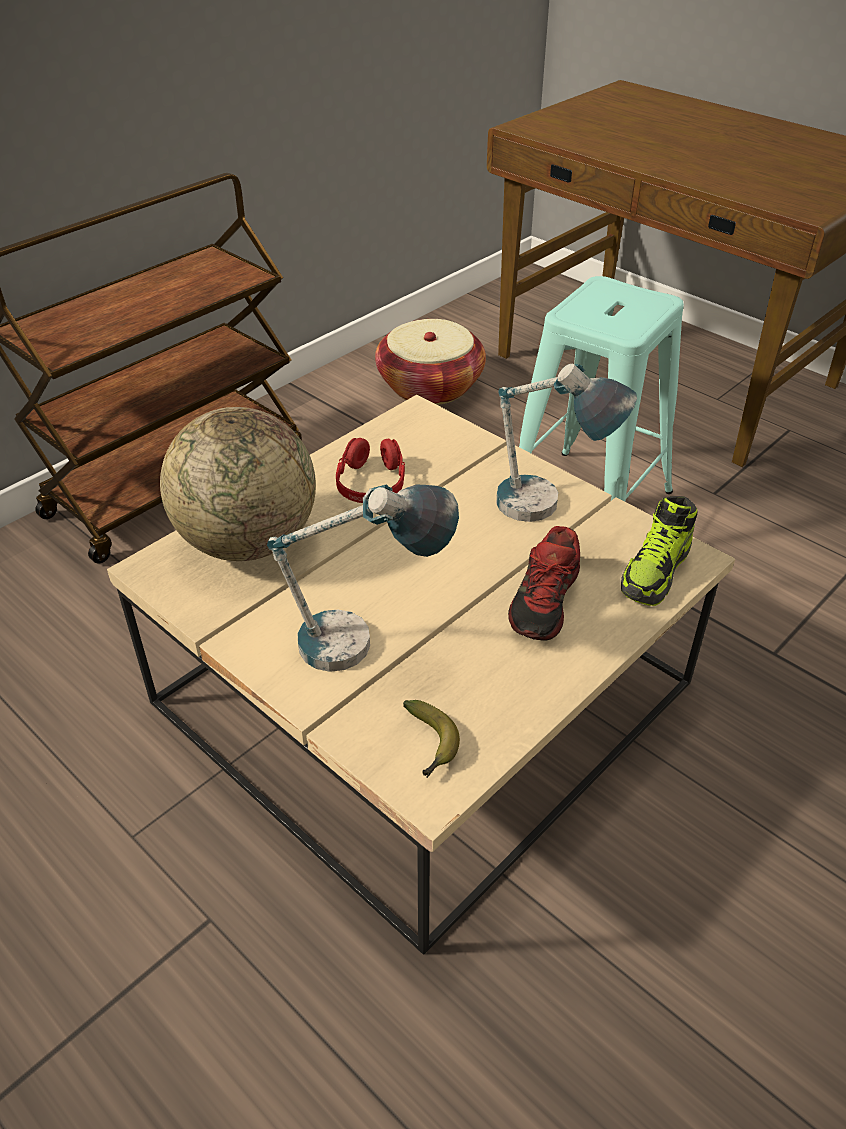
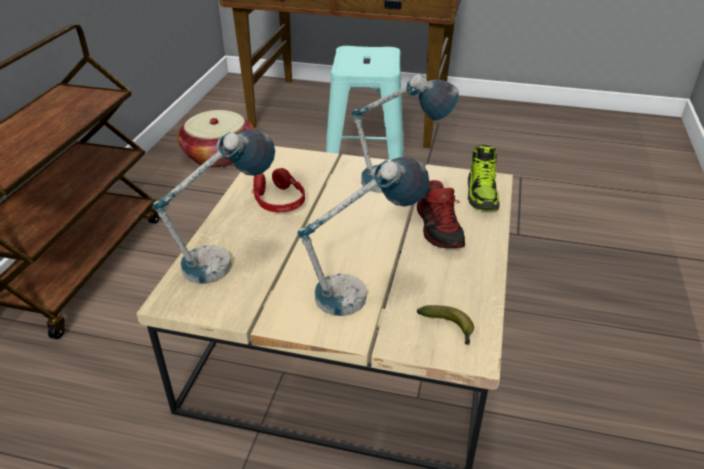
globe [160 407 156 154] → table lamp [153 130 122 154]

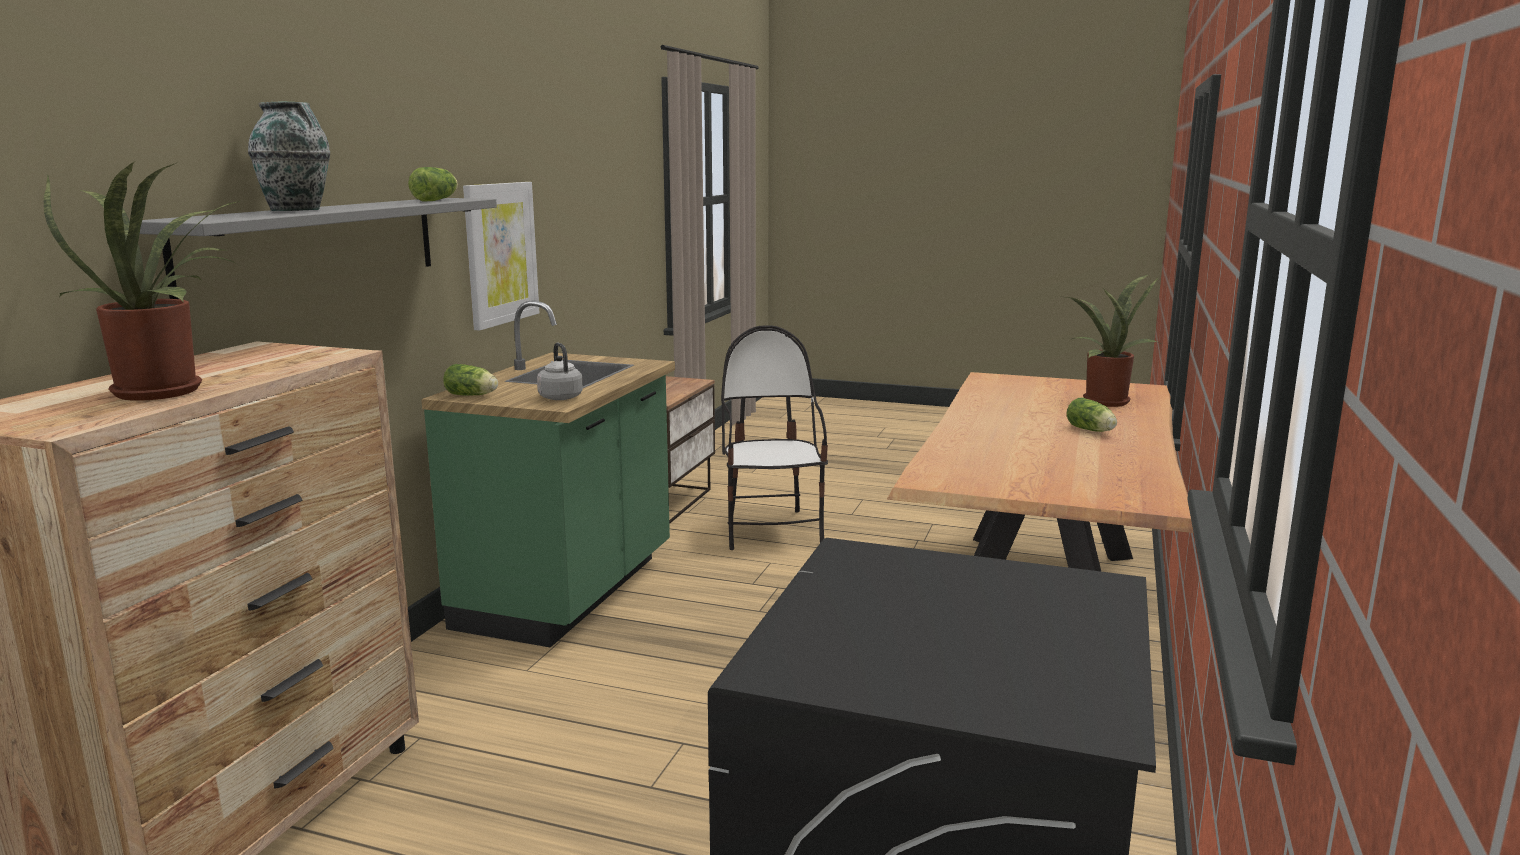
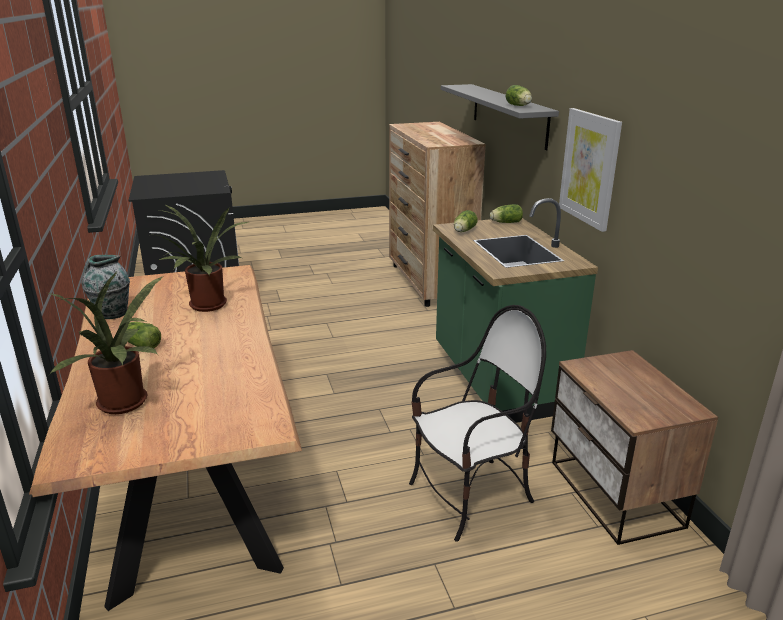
potted plant [44 162 196 239] → potted plant [155 205 93 107], shifted
vase [248 102 82 109] → vase [82 255 48 64], shifted
kettle/grey [537 343 46 57] → lettuce [454 210 24 22]
chair [721 325 107 225] → chair [409 305 137 237], 75 degrees counterclockwise

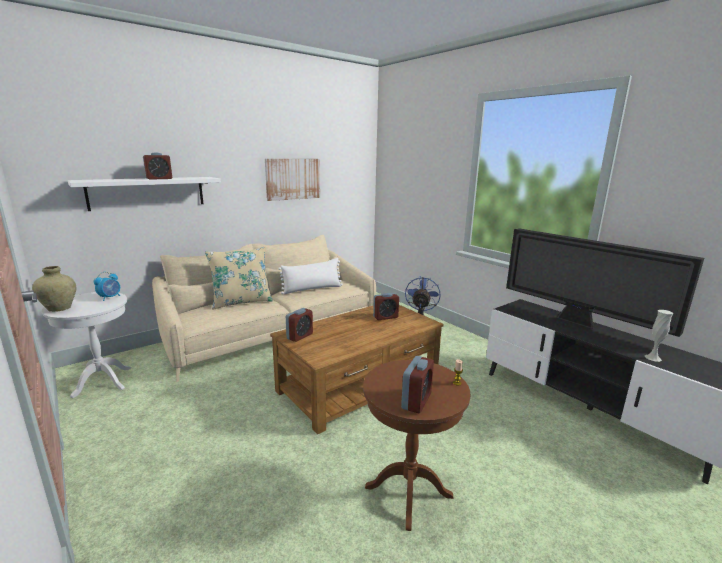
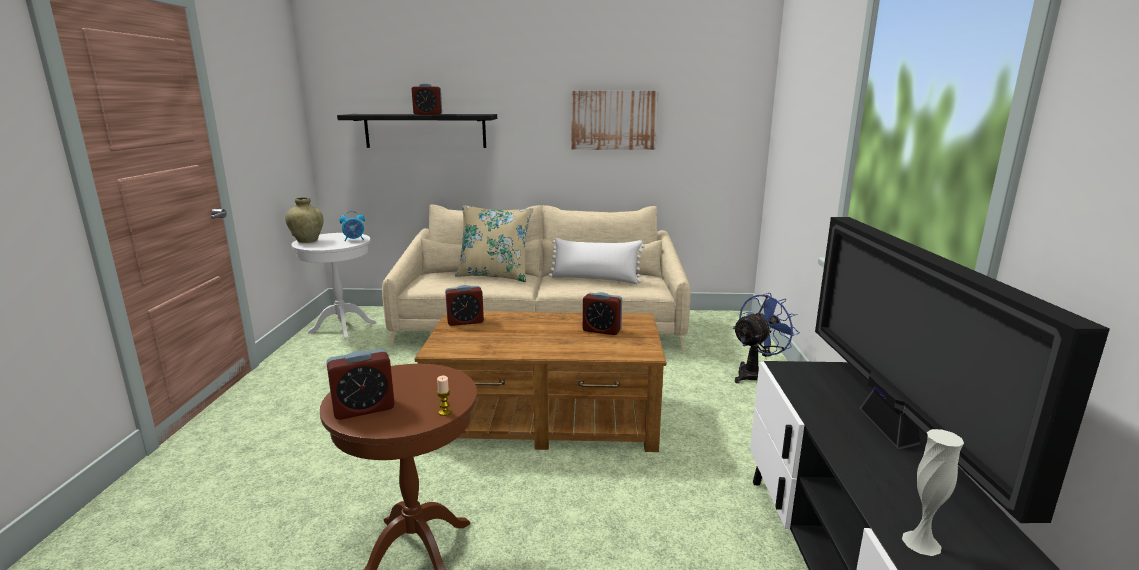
shelf/white [68 177 153 34] → shelf/black [337 114 160 34]

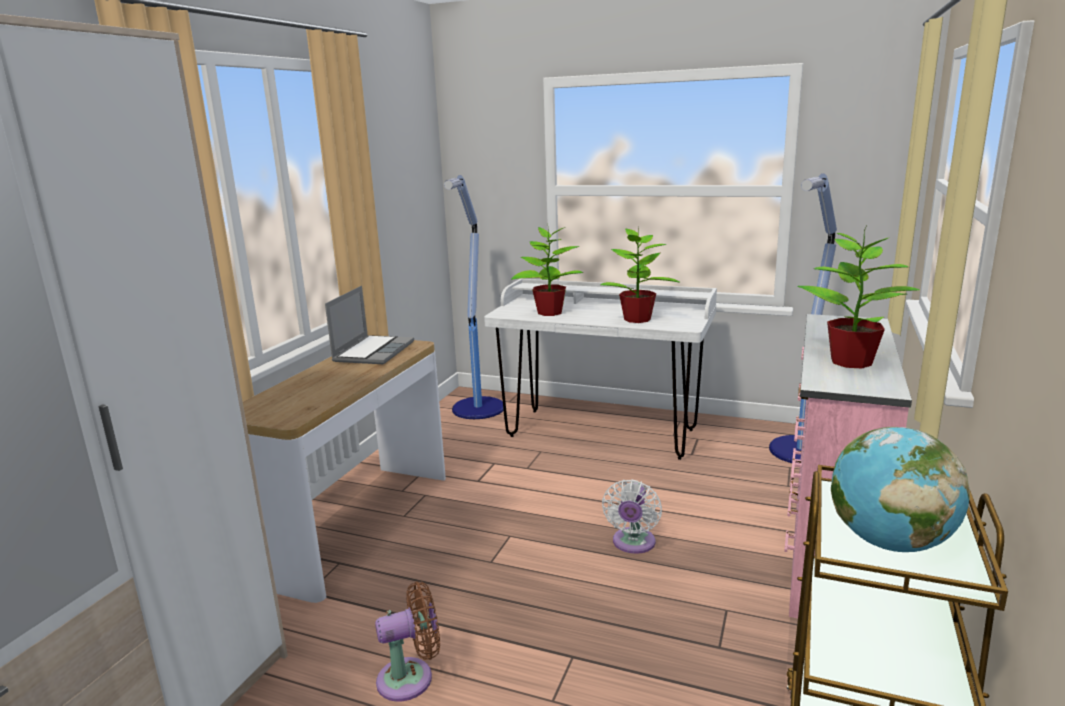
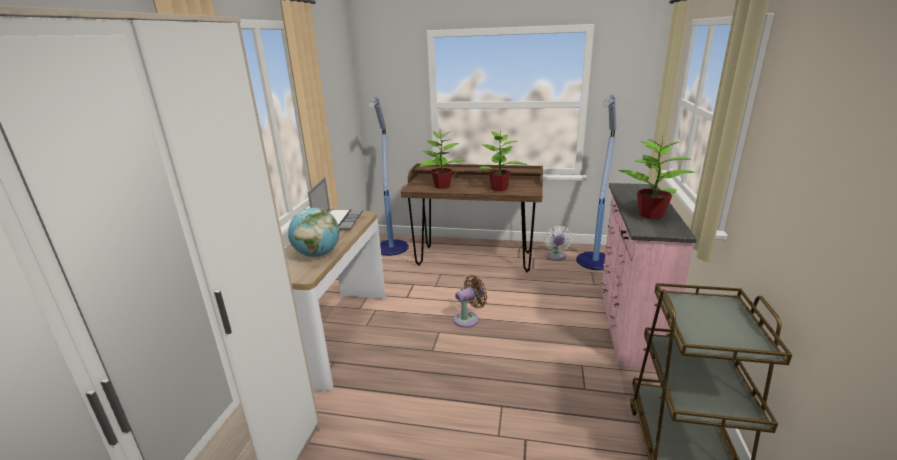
fan/brown [375 581 65 120] → fan/brown [454 275 33 53], shifted
desk/white [484 278 233 182] → desk/brown [401 163 142 110]
fan/white [602 479 60 75] → fan/white [544 226 29 35], shifted
globe [831 427 139 125] → globe [288 208 52 49], shifted

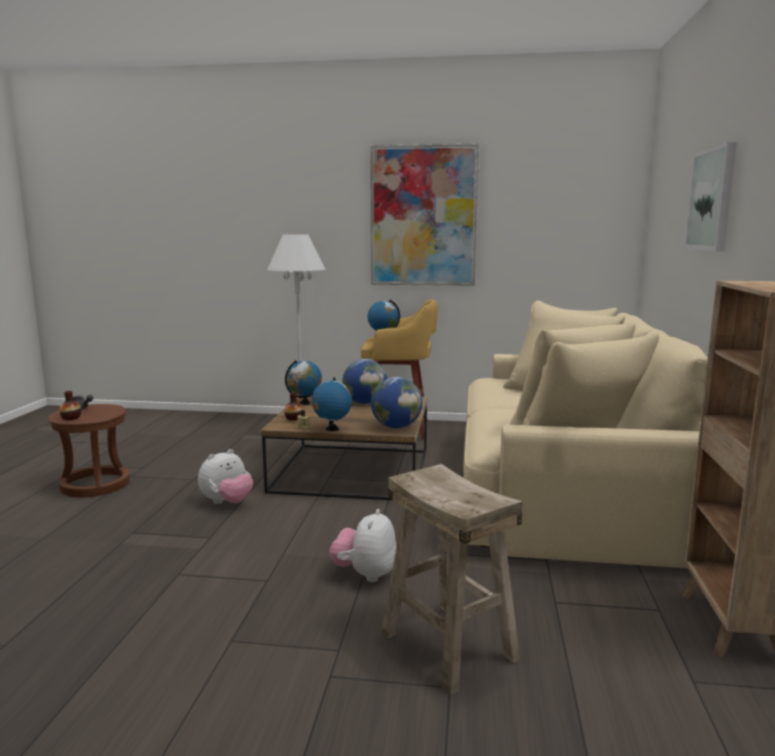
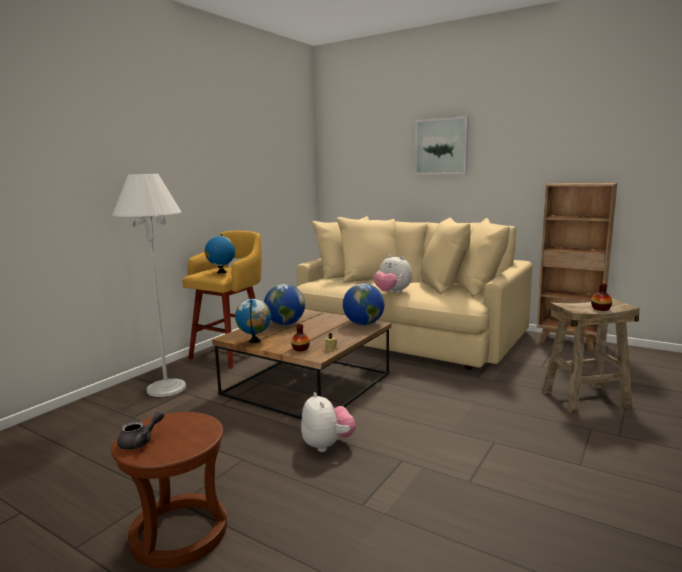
vase [59 391 22 29] → vase [591 283 21 28], shifted
globe [312 377 40 54] → -
plush toy [329 509 67 73] → plush toy [374 255 38 38], shifted
picture [370 143 109 143] → -

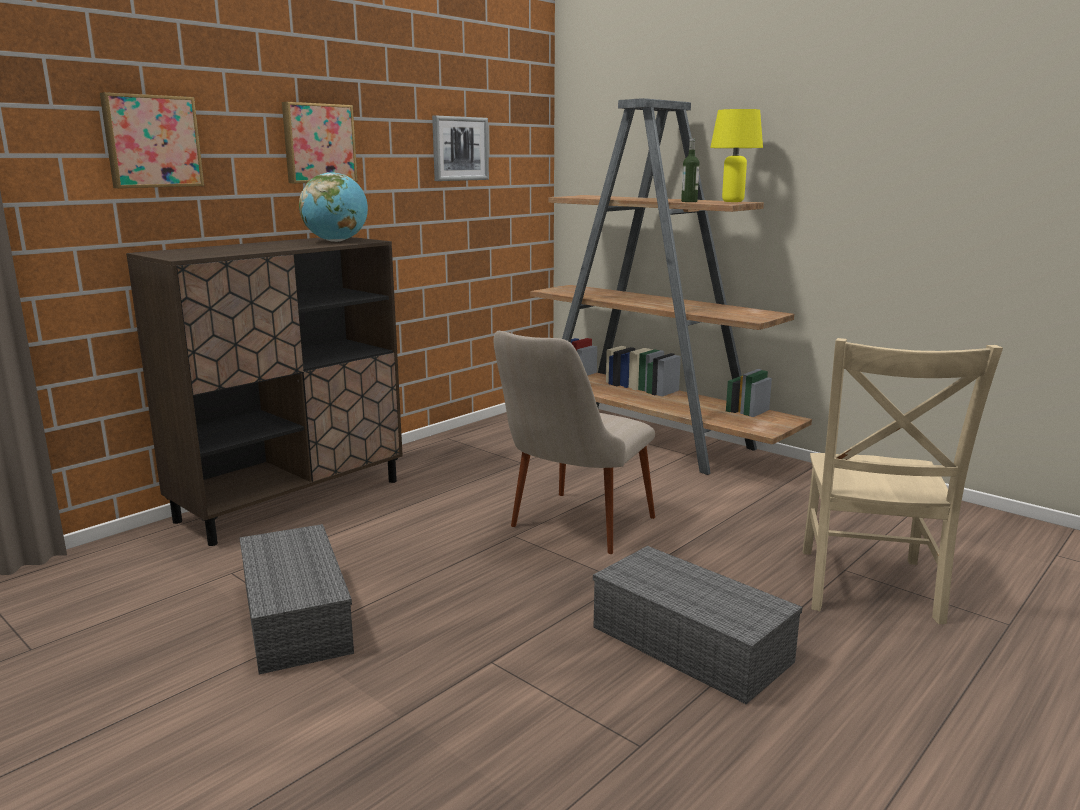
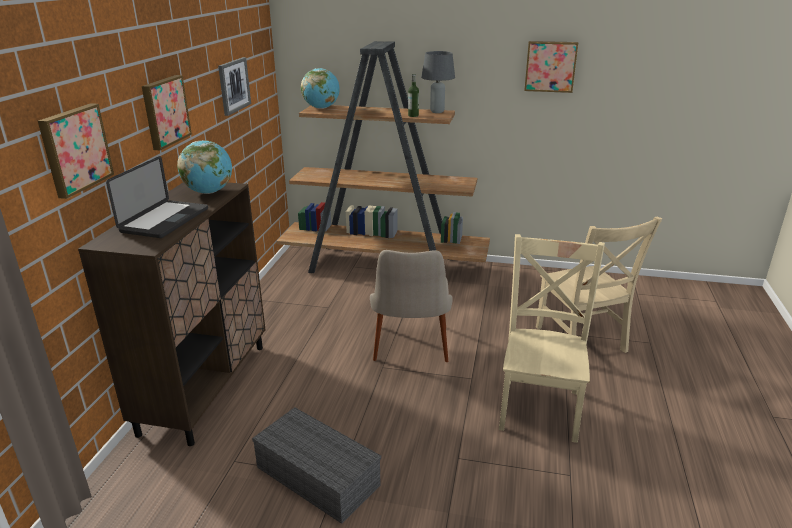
storage box/grey [593 546 209 158] → chair/beige [499 234 106 209]
table lamp/yellow [710 109 53 93] → table lamp/grey [421 51 34 62]
- → laptop [106 156 102 82]
- → globe [301 68 39 41]
- → picture [524 41 54 52]

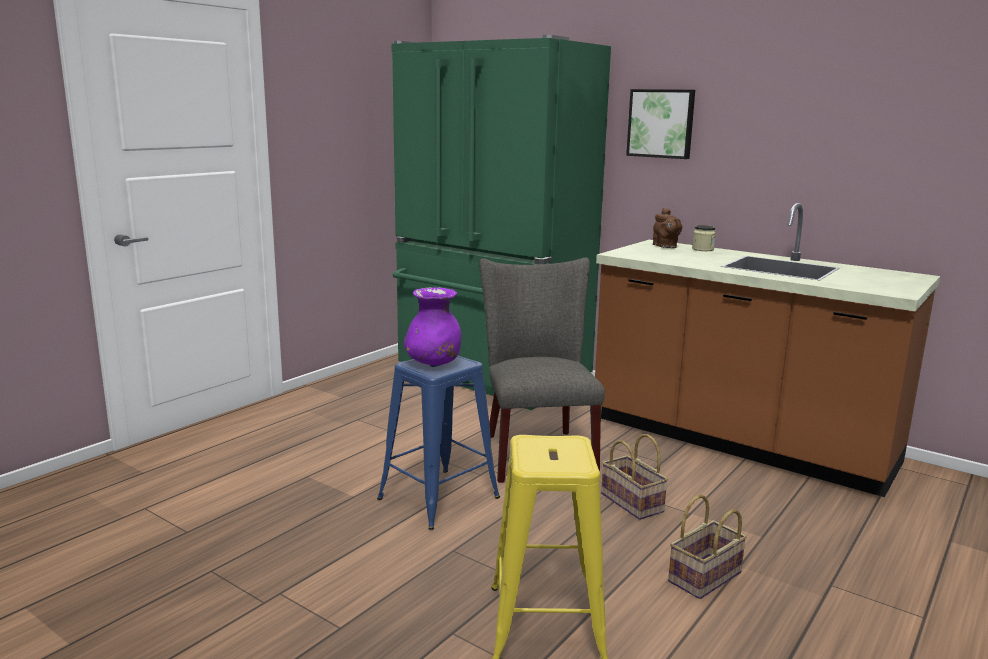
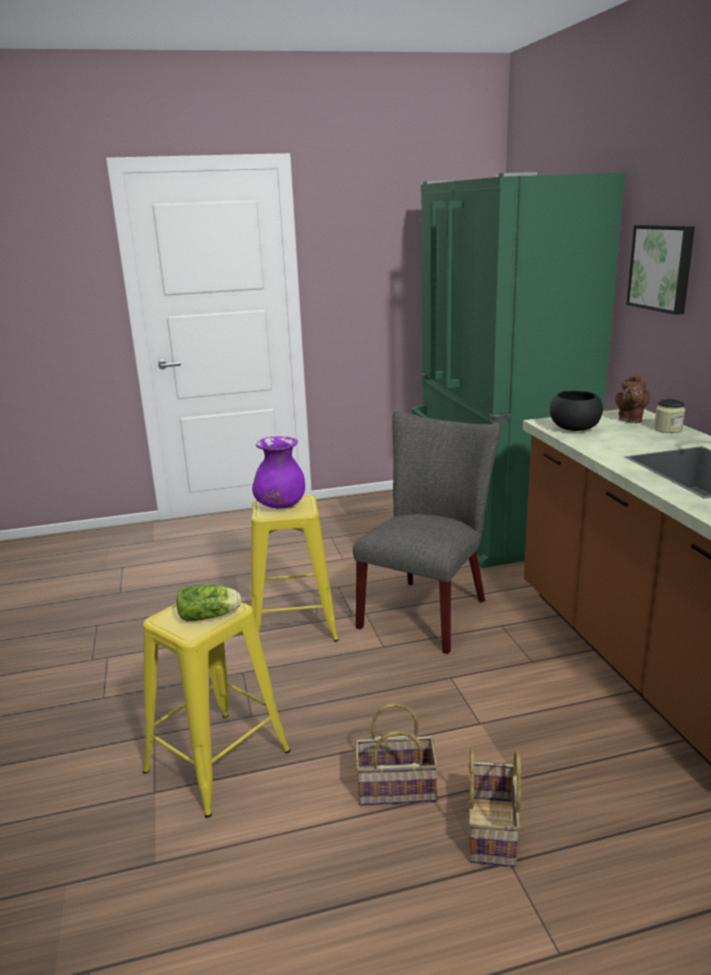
stool/blue [377 355 123 175] → stool/yellow [251 495 88 147]
basket [601 434 67 86] → basket [469 747 52 120], shifted
- → lettuce [177 585 64 36]
- → bowl/black [550 391 53 40]

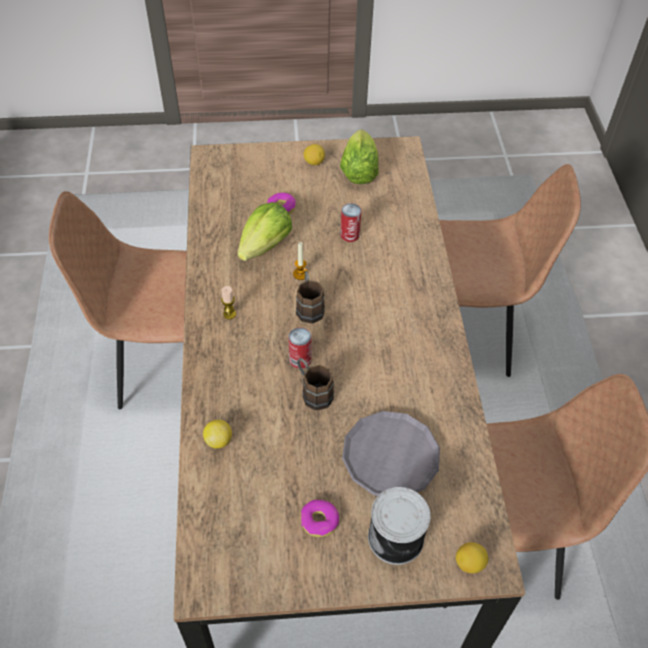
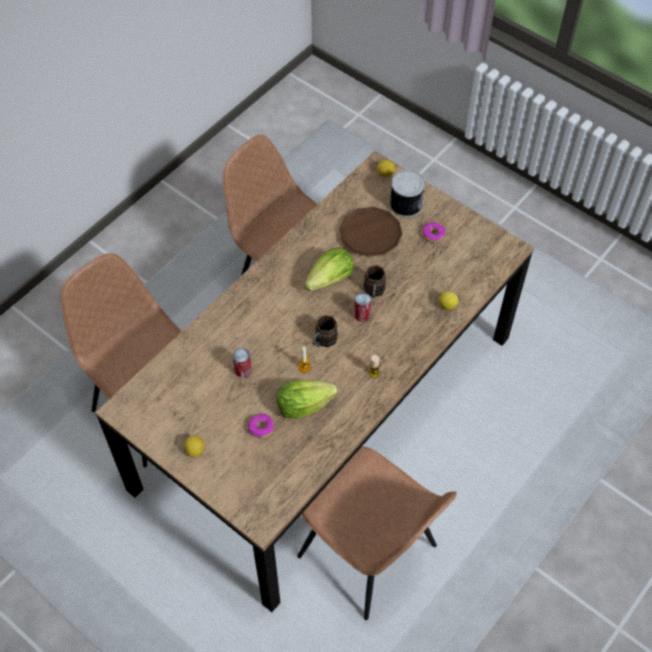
lettuce [340 129 39 55] → lettuce [305 247 49 44], shifted
plate/grey [342 411 98 85] → plate/brown [339 207 63 50]

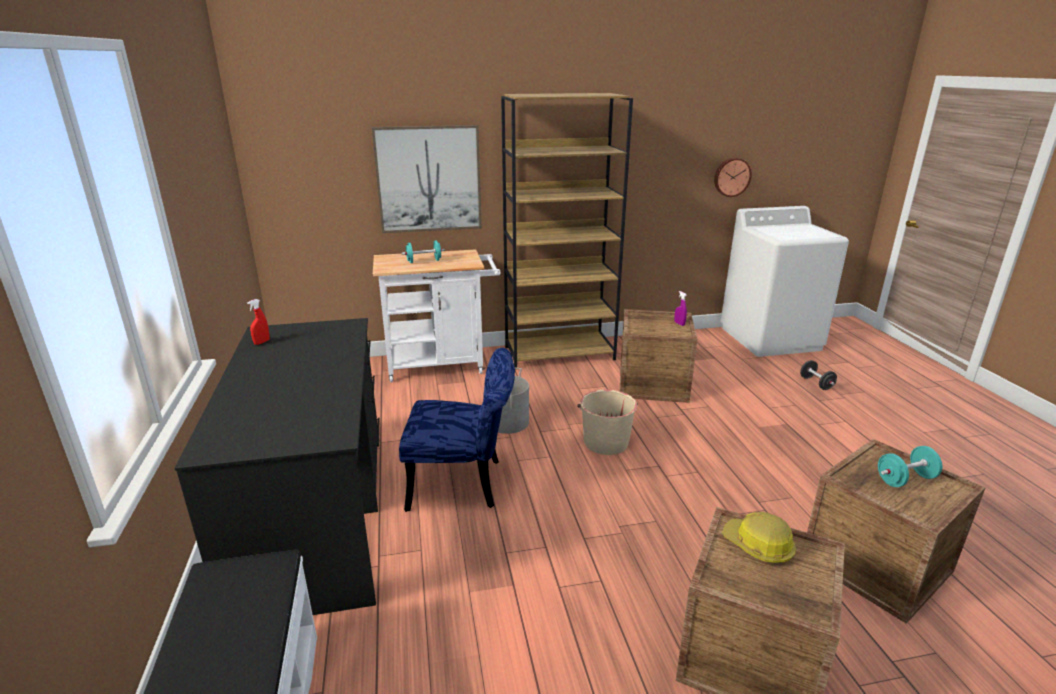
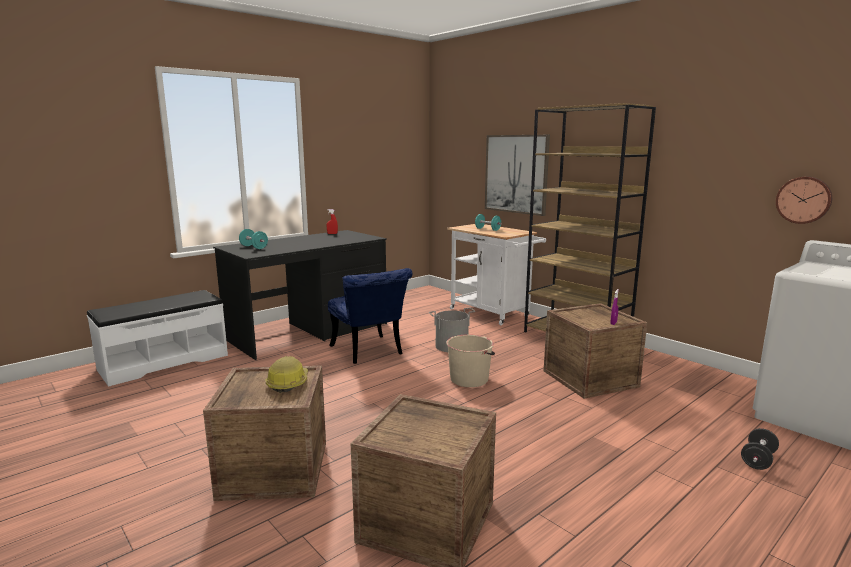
dumbbell/turquoise [878 446 64 41] → dumbbell/turquoise [239 229 29 20], shifted

